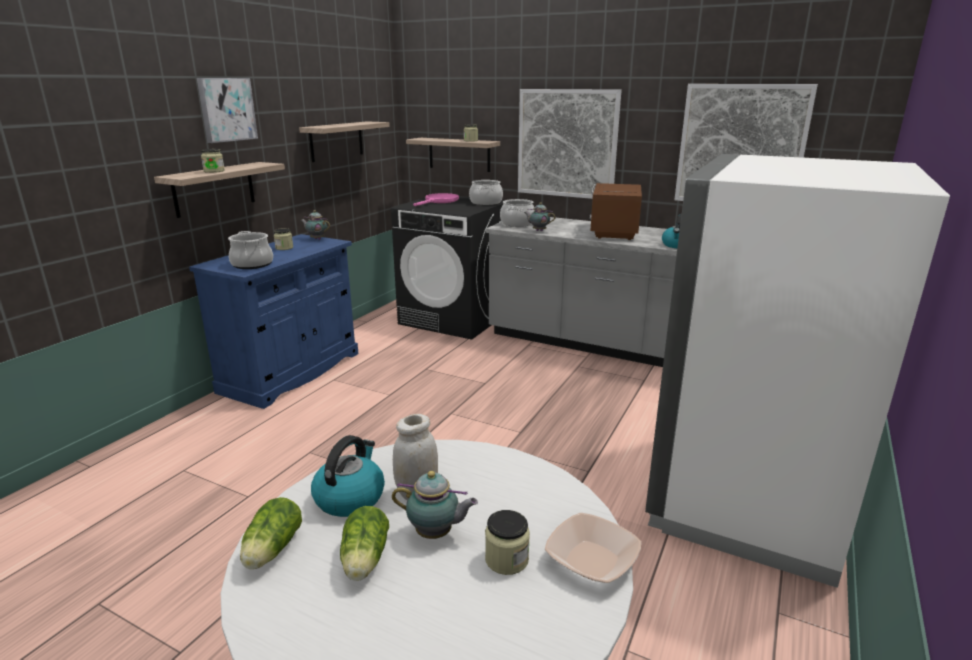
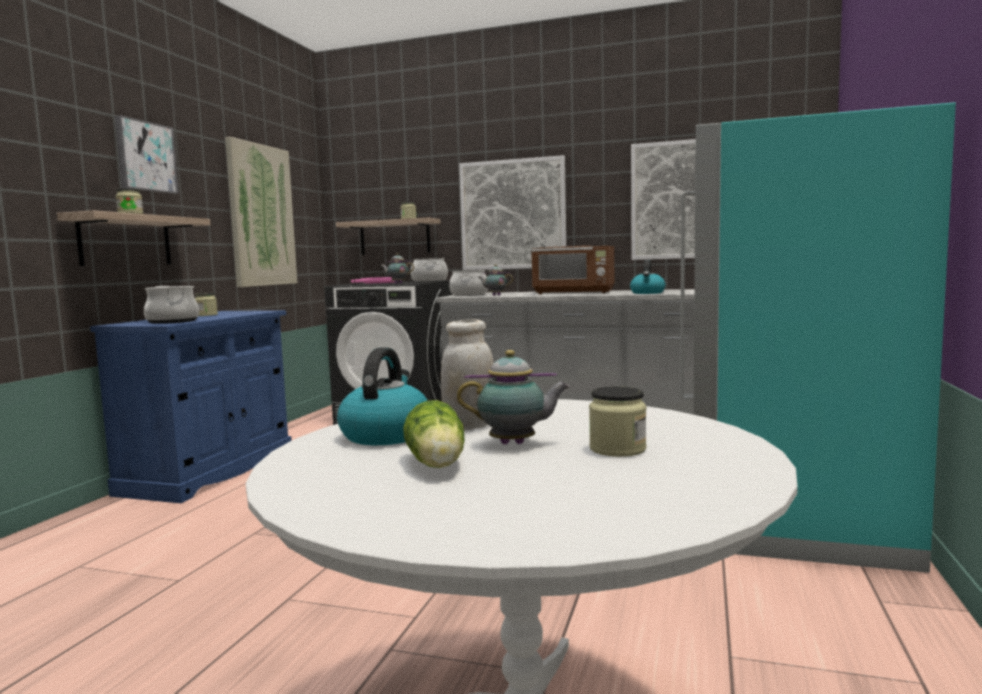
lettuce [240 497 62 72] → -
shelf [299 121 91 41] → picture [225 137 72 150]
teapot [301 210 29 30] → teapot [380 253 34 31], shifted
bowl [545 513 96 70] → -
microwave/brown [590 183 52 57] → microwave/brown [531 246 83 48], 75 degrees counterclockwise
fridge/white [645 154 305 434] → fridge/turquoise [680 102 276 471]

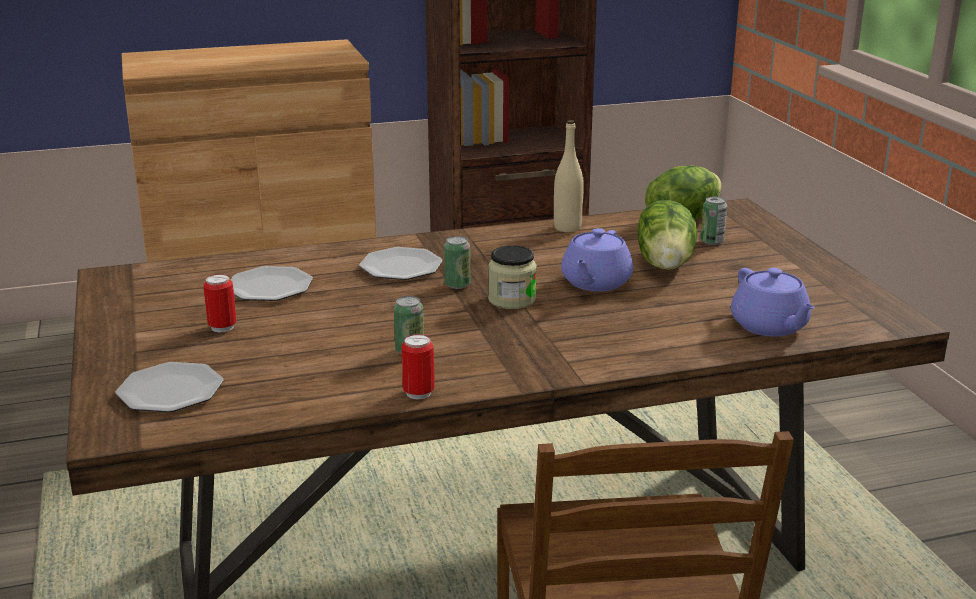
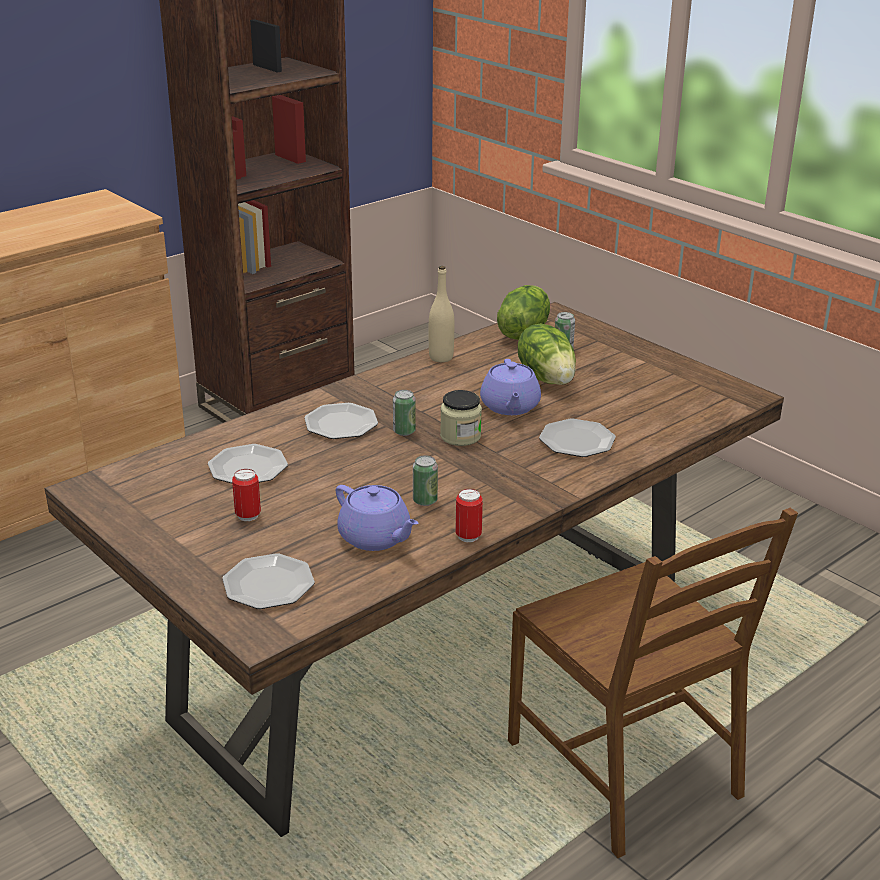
teapot/purple [731 268 84 69] → teapot/purple [336 485 82 66], shifted
- → plate [539 419 77 38]

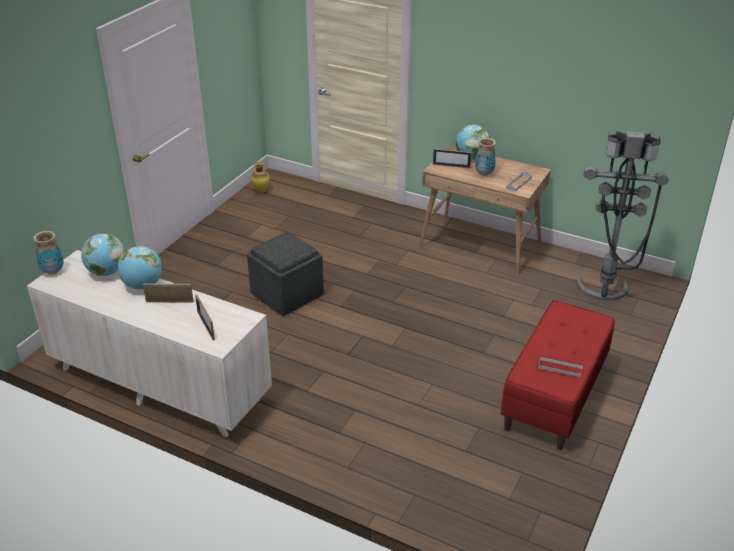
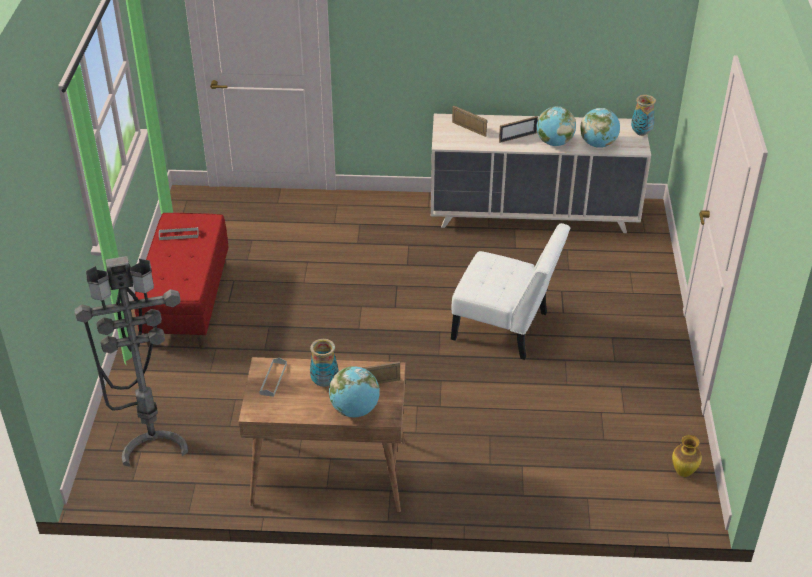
ottoman/grey [247 231 77 85] → chair/white [451 223 119 137]

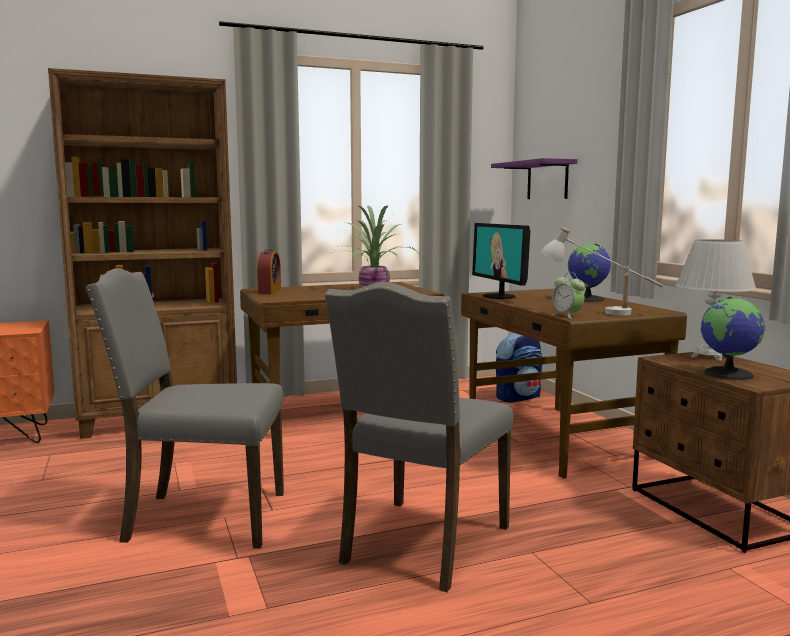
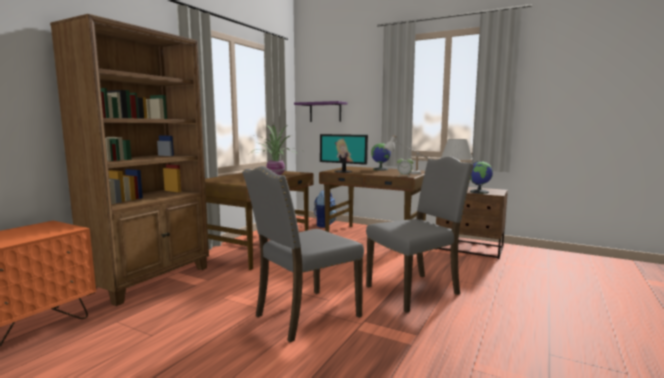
alarm clock [257 249 24 45] → -
chair/grey [325 282 188 310] → chair/grey [366 156 108 157], 105 degrees counterclockwise

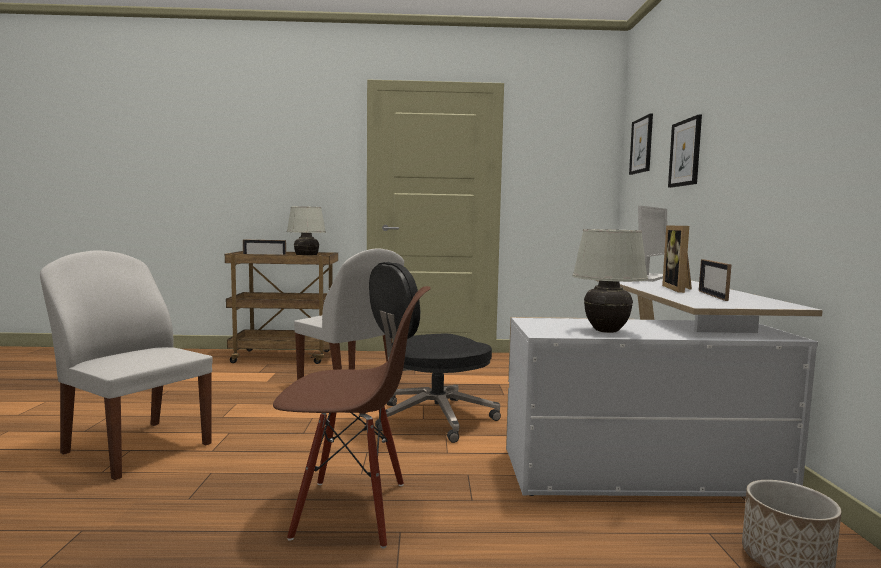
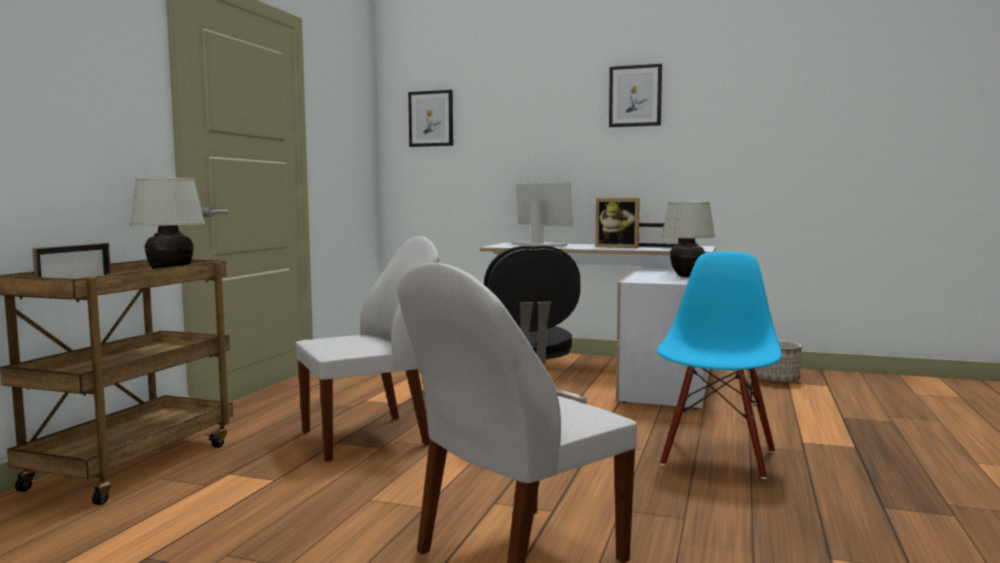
chair/brown [273 286 158 262] → chair/blue [657 252 125 227]
picture [668 114 34 74] → picture [609 64 53 63], shifted

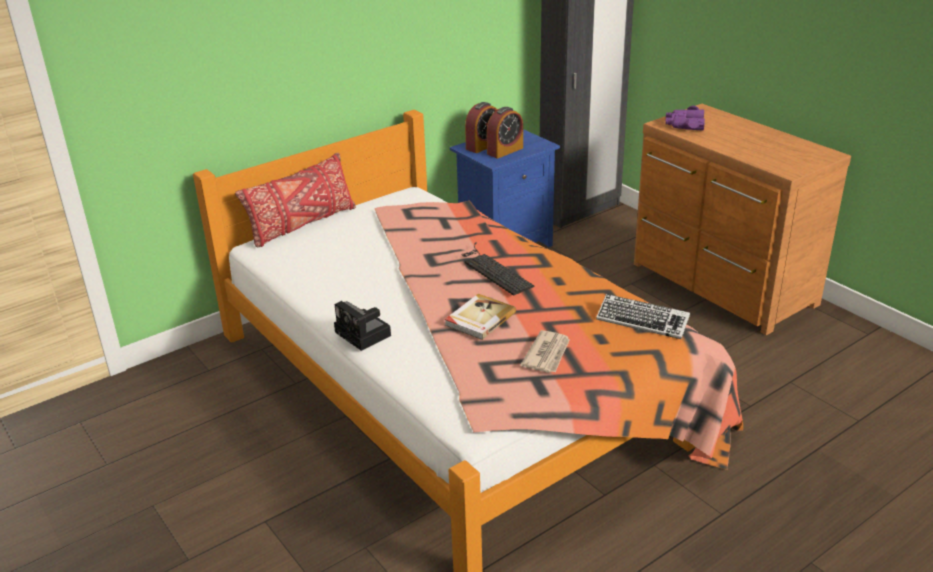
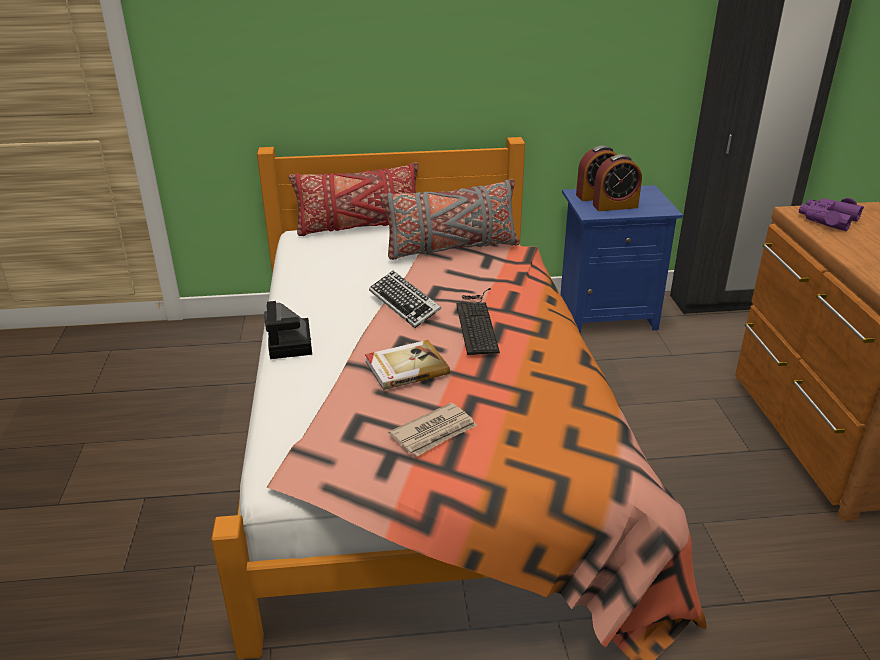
keyboard [596 294 94 45] → keyboard [369 271 73 57], shifted
- → pillow/grey [379 179 140 81]

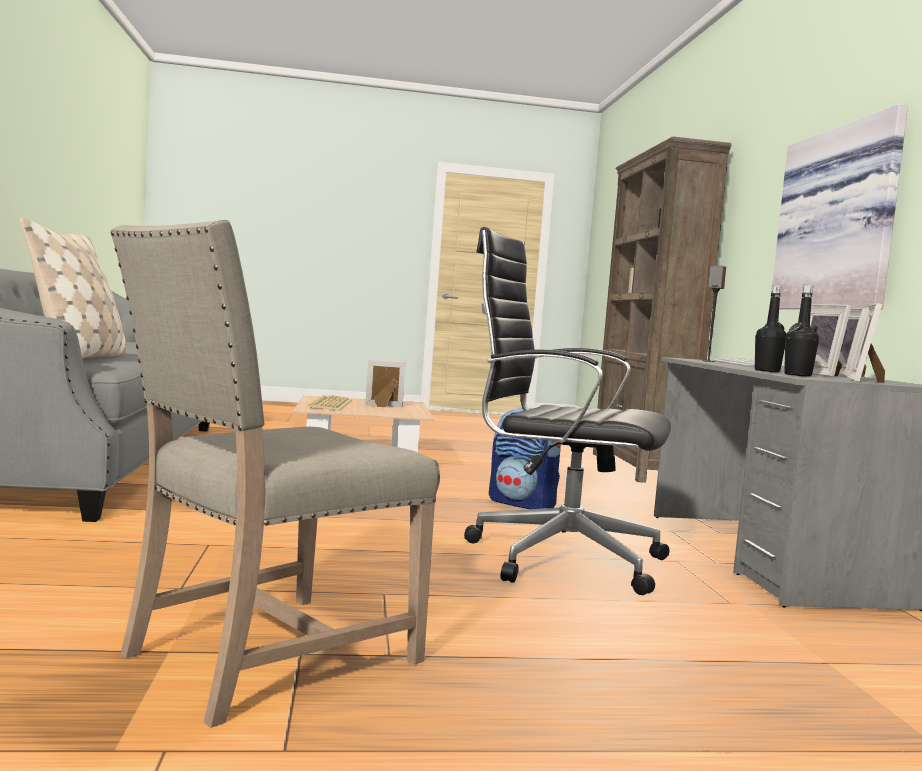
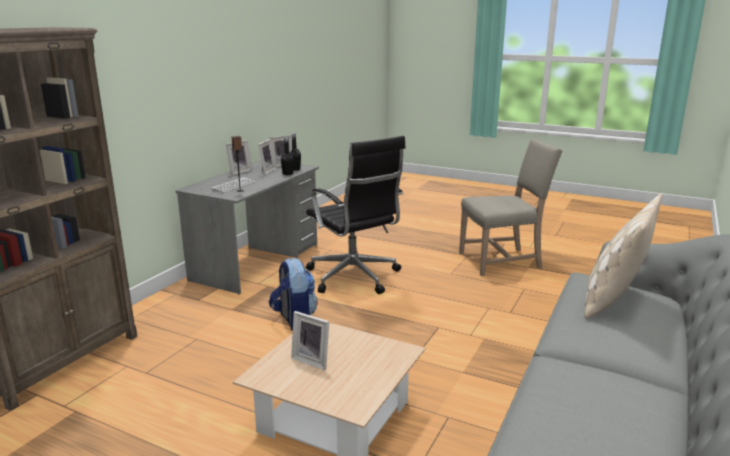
keyboard [308 395 44 16] → -
picture [771 104 137 206] → -

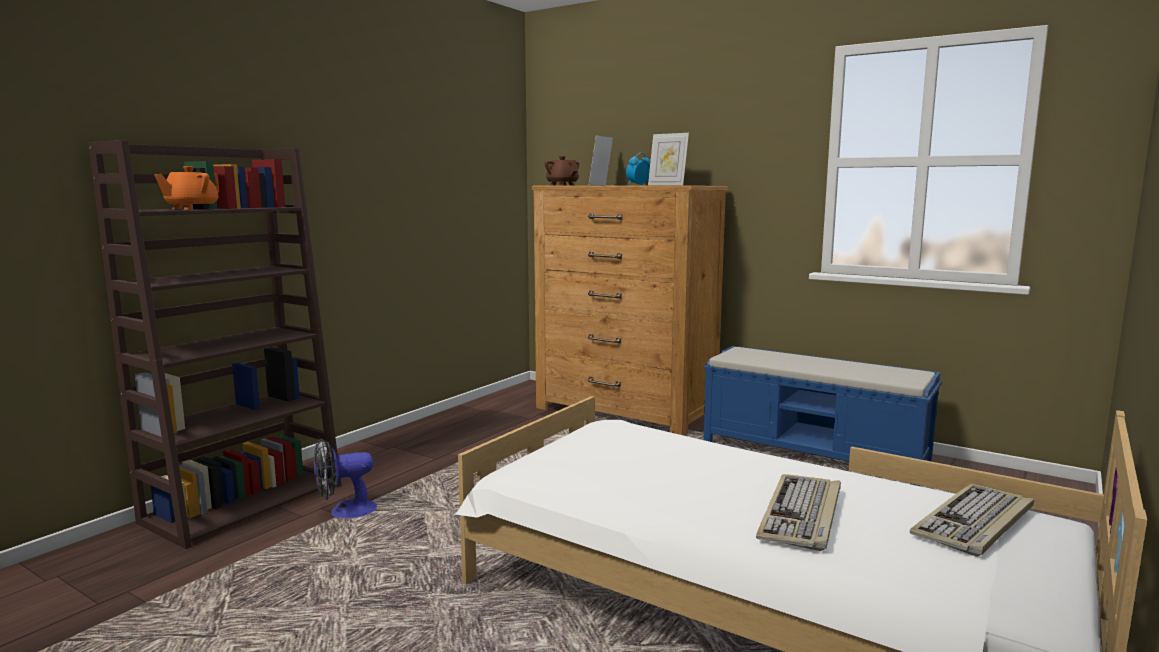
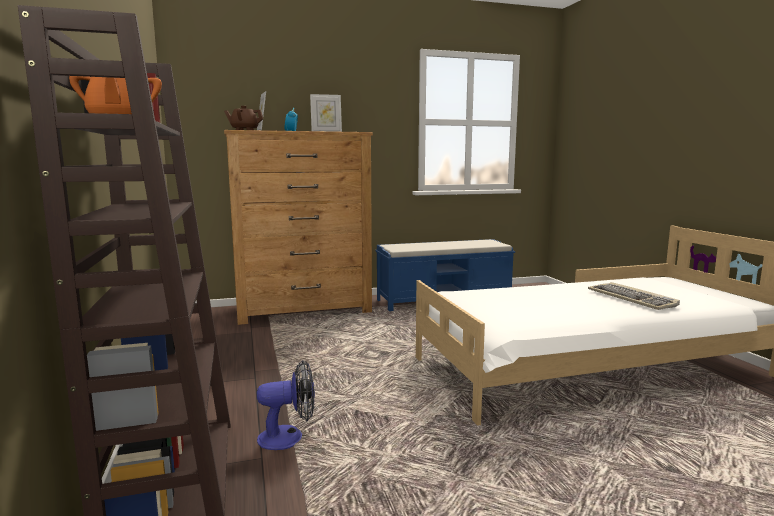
fan [314 439 63 79] → fan [257 360 58 90], 120 degrees counterclockwise
keyboard [910 483 124 74] → -

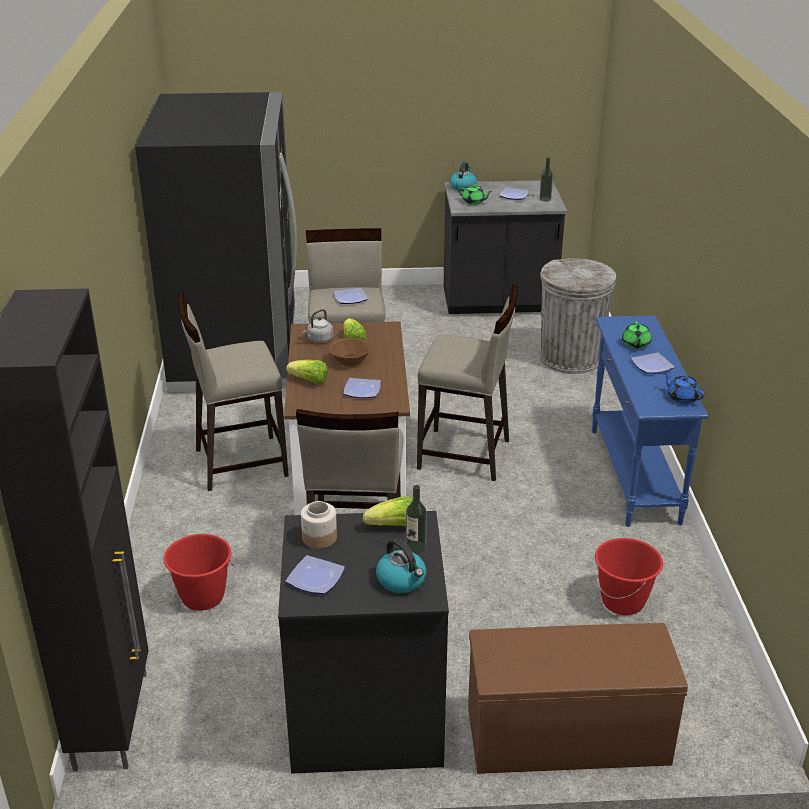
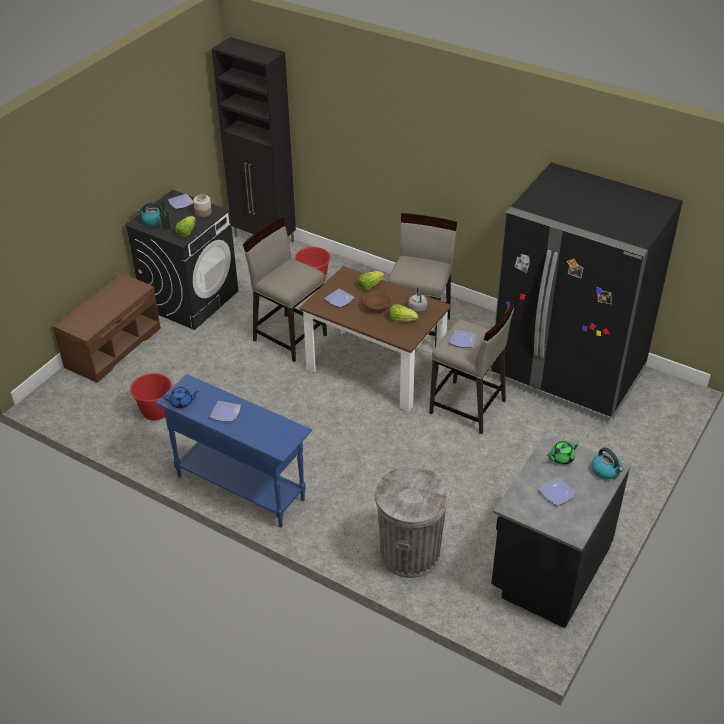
stool/beige [417 284 101 197] → -
bottle [540 157 13 44] → -
teapot/green [622 321 29 28] → -

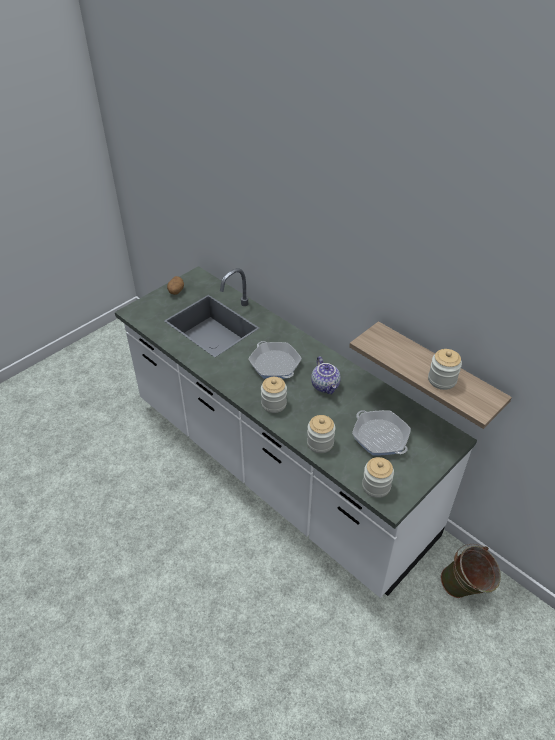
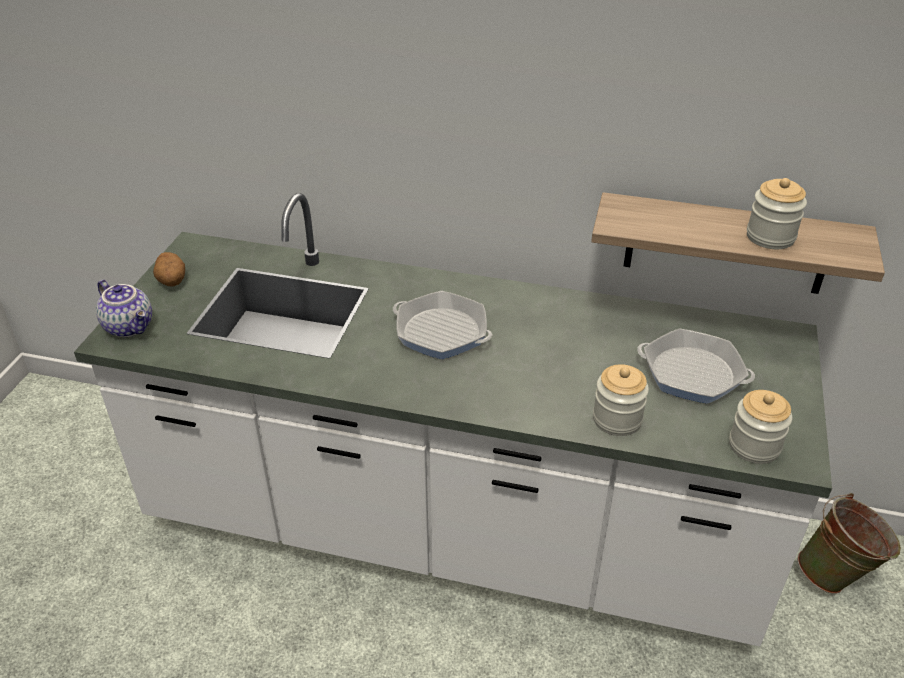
jar [261 377 26 36] → -
teapot [311 356 30 38] → teapot [96 280 56 57], shifted

